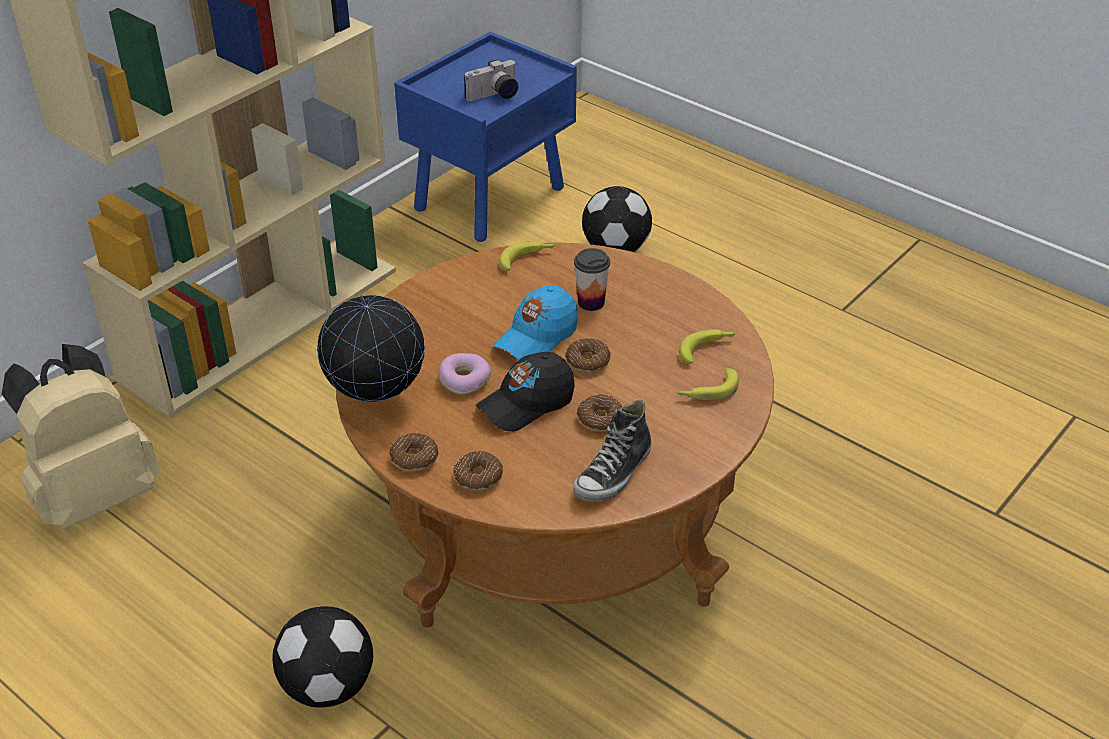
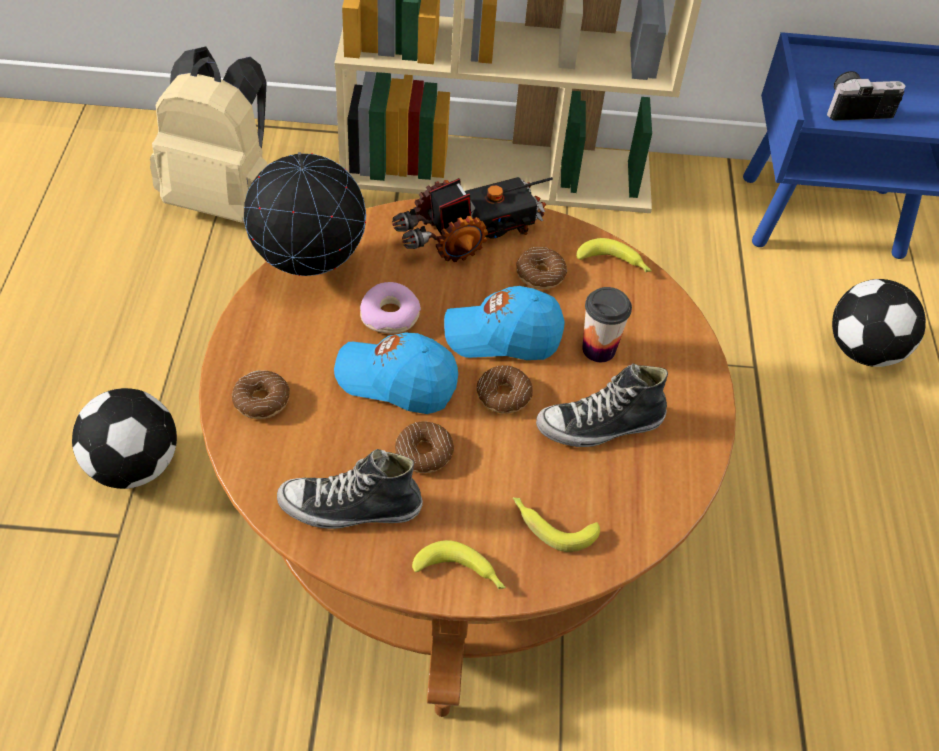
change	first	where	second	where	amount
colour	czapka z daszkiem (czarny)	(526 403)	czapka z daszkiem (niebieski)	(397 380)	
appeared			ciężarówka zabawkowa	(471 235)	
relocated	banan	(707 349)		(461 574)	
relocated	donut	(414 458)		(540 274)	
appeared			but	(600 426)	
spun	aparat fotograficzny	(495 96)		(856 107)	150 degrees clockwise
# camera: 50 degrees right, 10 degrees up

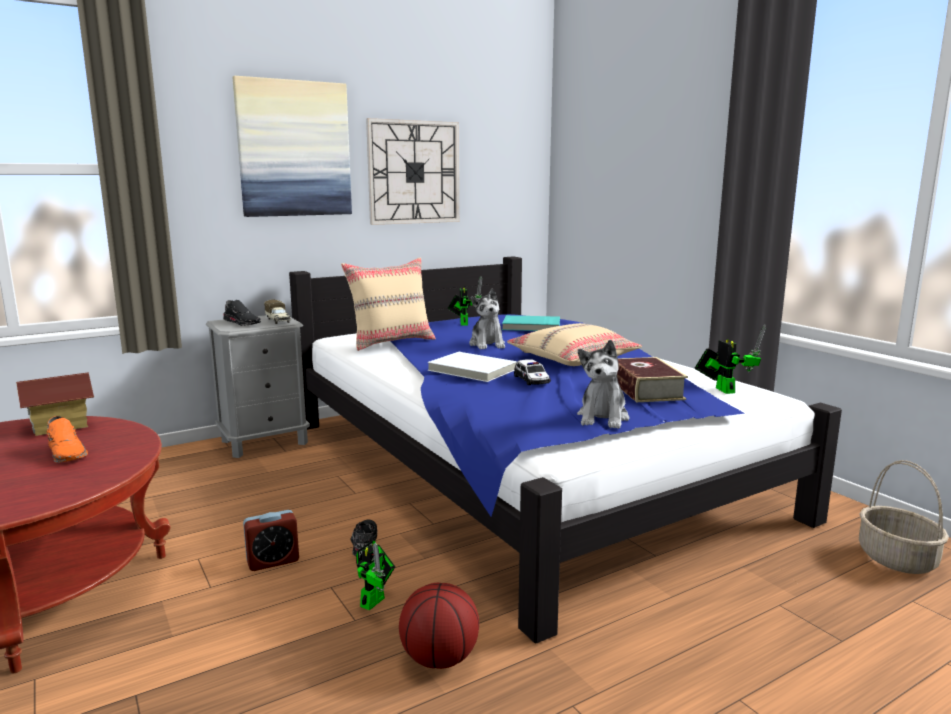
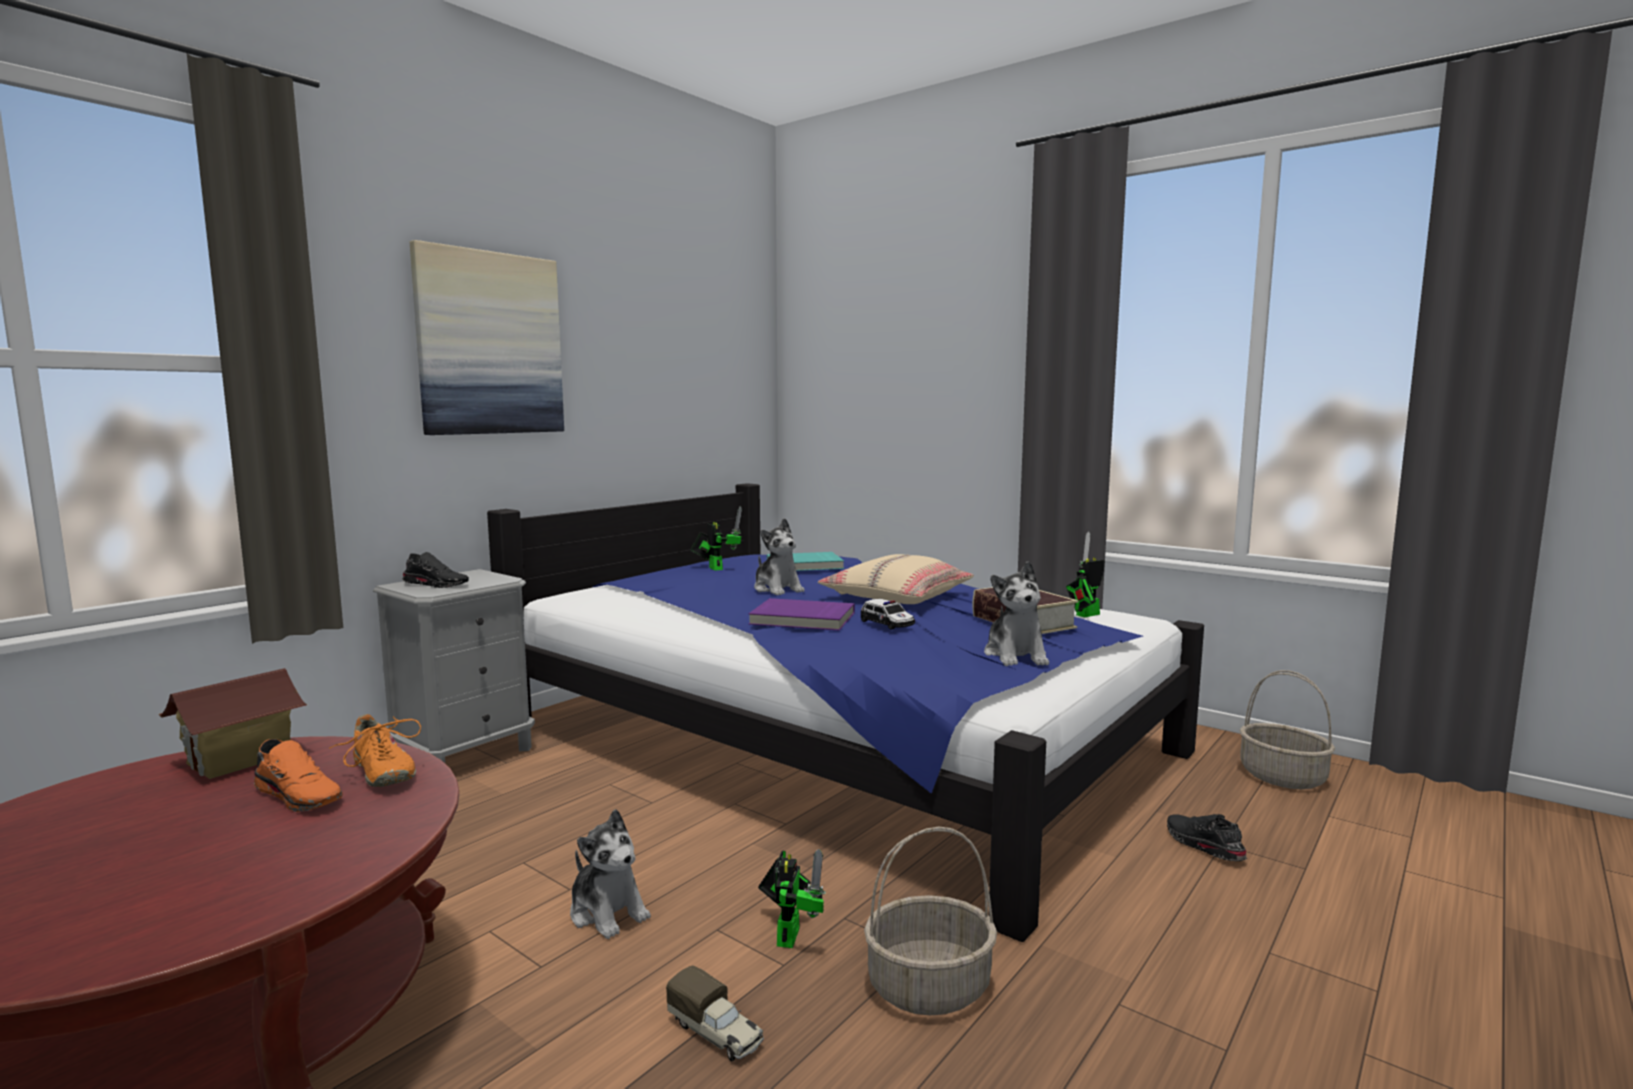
change	first	where	second	where	amount
appeared			but (pomarańczowy)	(381 773)	
exchanged	budzik	(273 561)	pluszak	(608 912)	
relocated	ciężarówka zabawkowa	(278 321)		(716 1034)	
colour	książka (biały)	(471 370)	książka (fioletowy)	(802 619)	
exchanged	piłka do koszykówki	(439 659)	koszyk	(928 988)	
spun	robot zabawkowy	(723 389)		(1085 615)	90 degrees counterclockwise
relocated	but (czarny)	(363 544)		(1202 846)	
missing	poduszka (beżowy)	(391 342)			
missing	zegar ścienny	(414 172)			
# camera: 20 degrees left, 5 degrees down

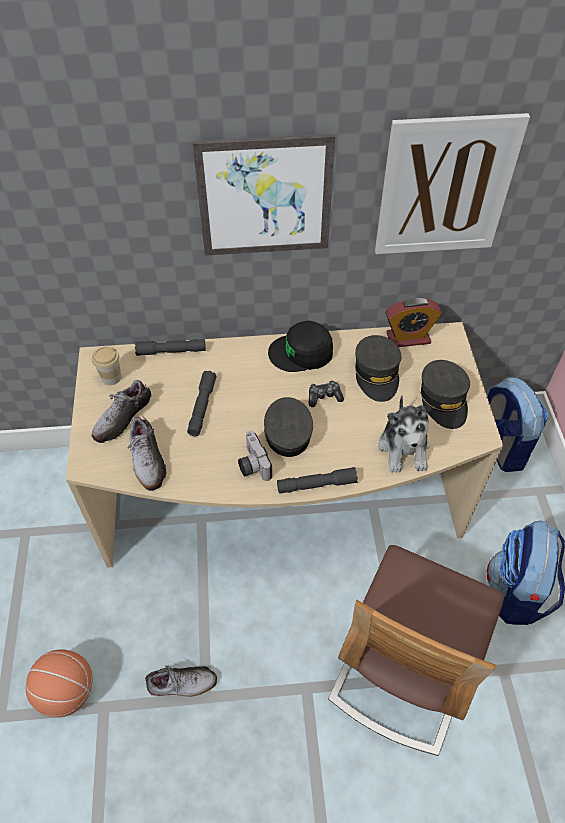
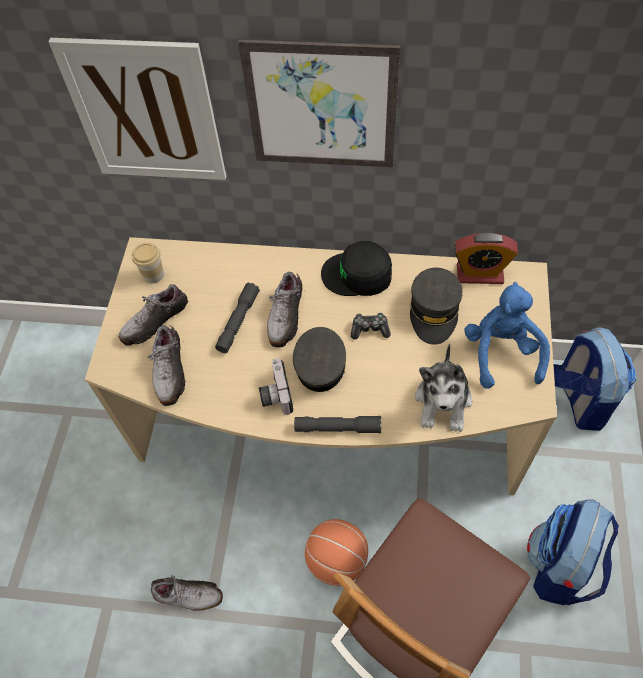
change	first	where	second	where	amount
relocated	obraz	(445 187)		(146 112)	
appeared			but	(285 316)	
relocated	piłka do koszykówki	(66 691)		(336 560)	
exchanged	czapka z daszkiem (szary)	(443 400)	pluszak (niebieski)	(501 352)	
missing	latarka (szary)	(171 351)			
# camera: 15 degrees right, 5 degrees up

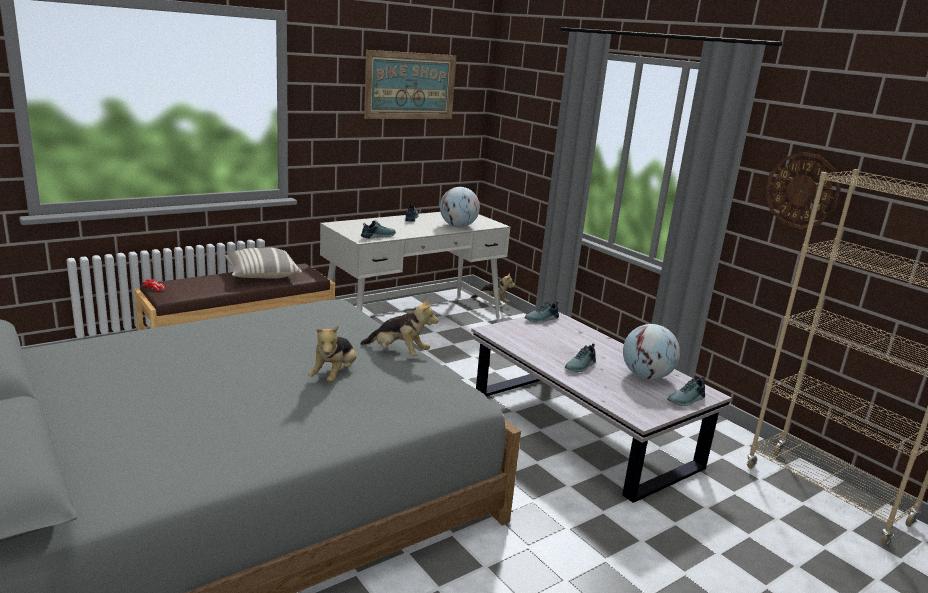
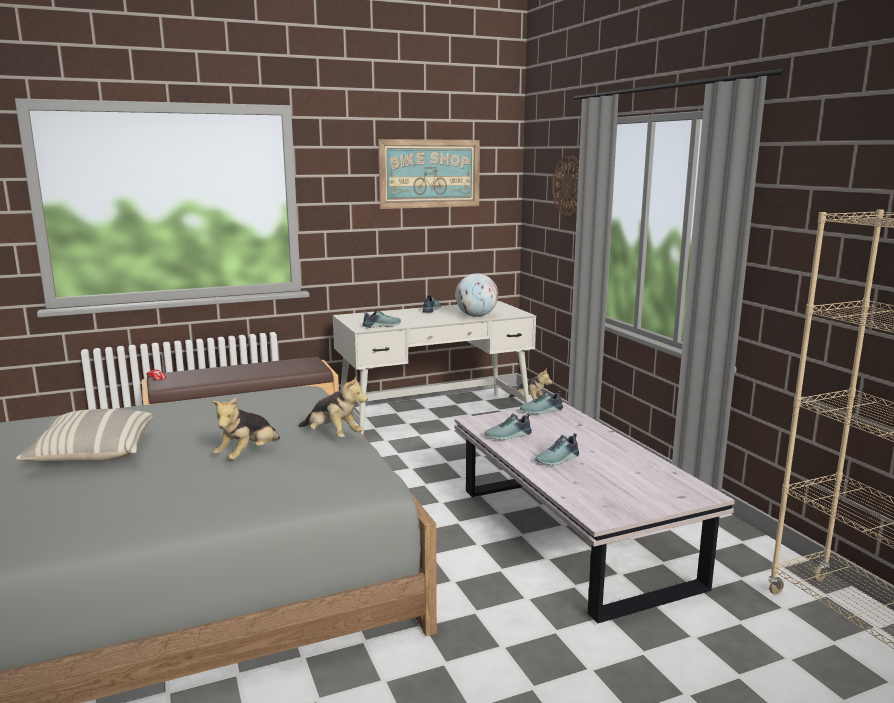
change	first	where	second	where	amount
relocated	poduszka	(261 275)		(93 454)	
relocated	but	(687 400)		(509 436)	
relocated	zegar ścienny	(802 190)		(568 185)	
missing	globus	(646 376)			
# camera: 15 degrees right, 5 degrees down

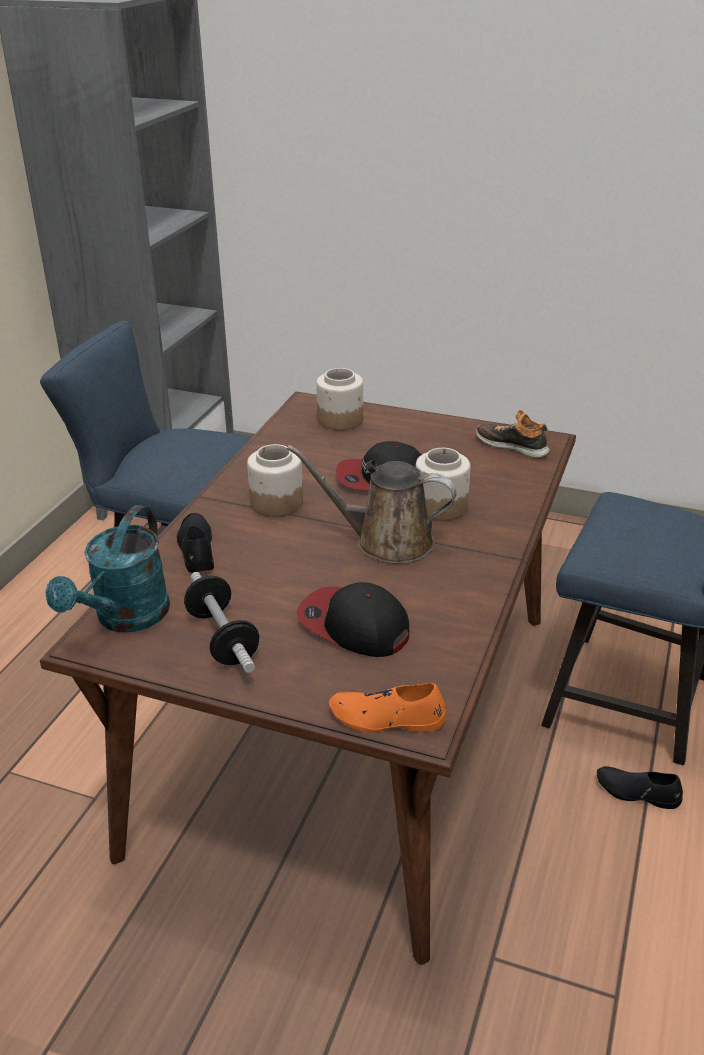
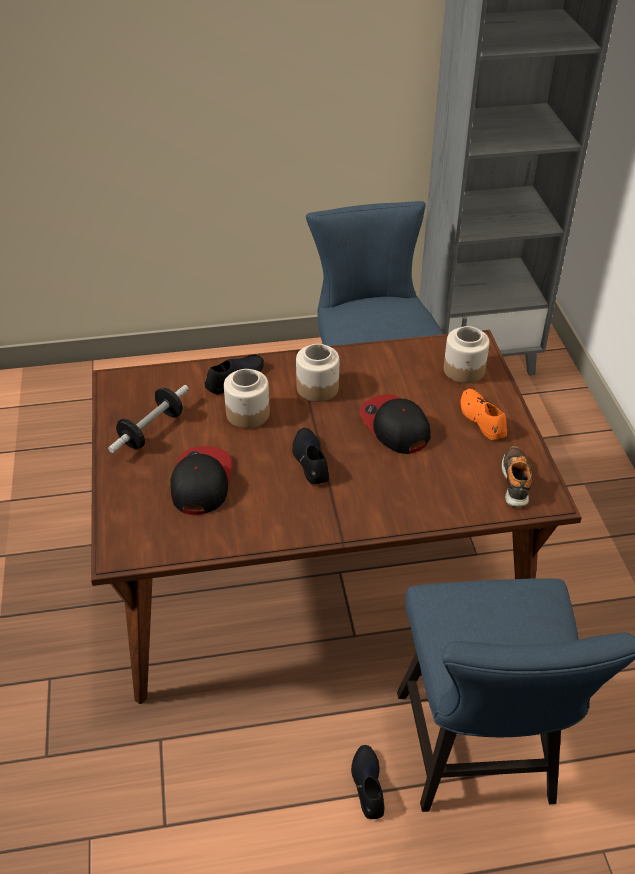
change	first	where	second	where	amount
relocated	słoik	(440 506)		(248 414)	
exchanged	konewka (brązowy)	(386 542)	but (czarny)	(310 460)	
relocated	but (pomarańczowy)	(387 718)		(482 419)	
missing	konewka (turkusowy)	(125 618)			
# camera: 60 degrees right, 10 degrees up

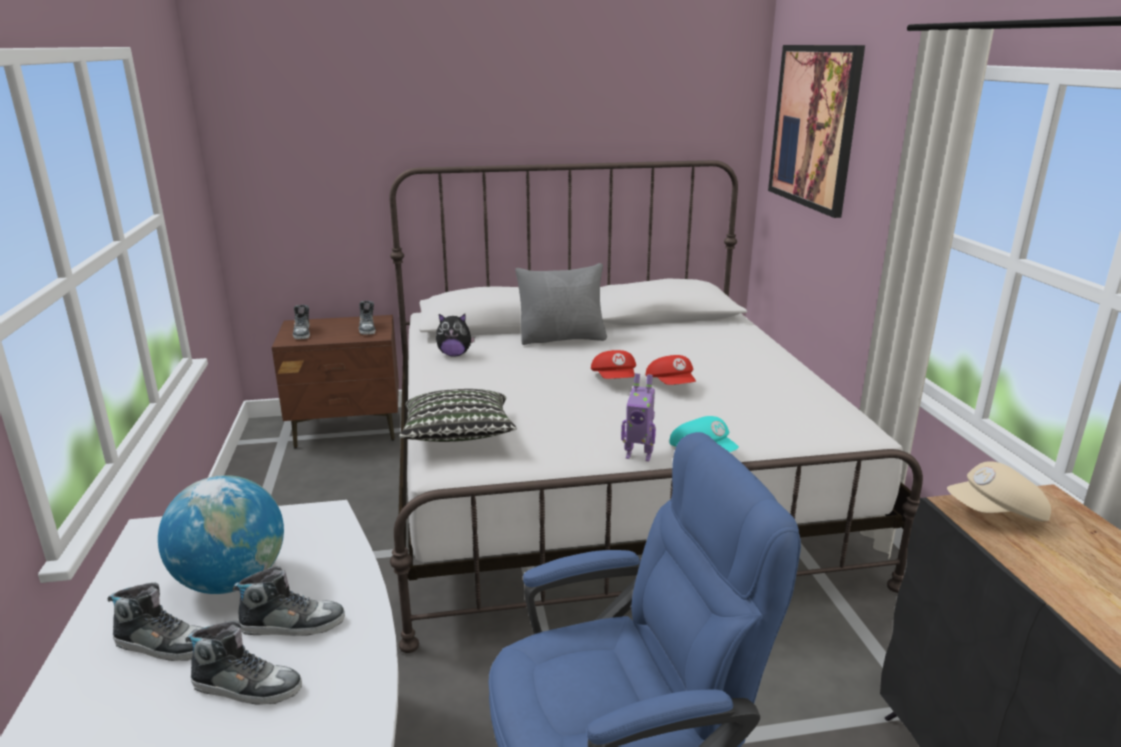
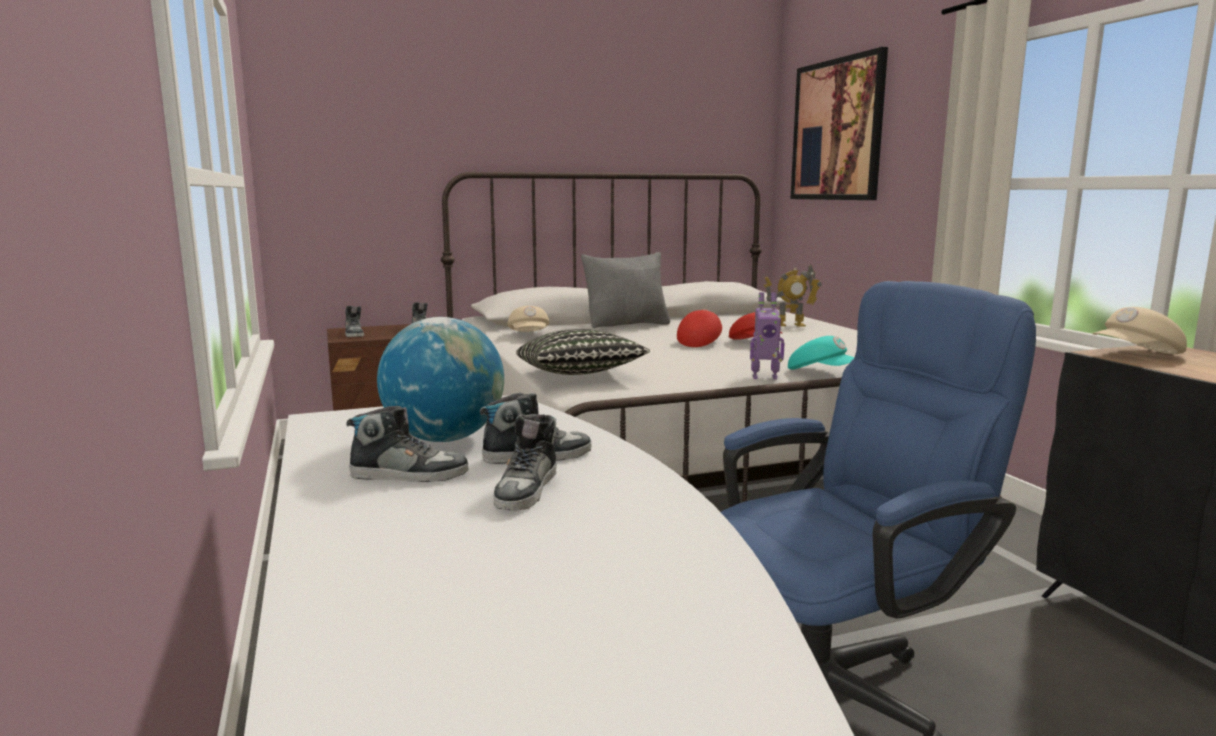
change	first	where	second	where	amount
spun	but	(247 686)		(527 490)	105 degrees clockwise
exchanged	pluszak	(454 354)	czapka z daszkiem (beżowy)	(529 335)	
spun	czapka z daszkiem (czerwony)	(615 380)		(700 342)	135 degrees counterclockwise
appeared			robot zabawkowy	(790 325)	
# camera: 10 degrees left, 10 degrees down

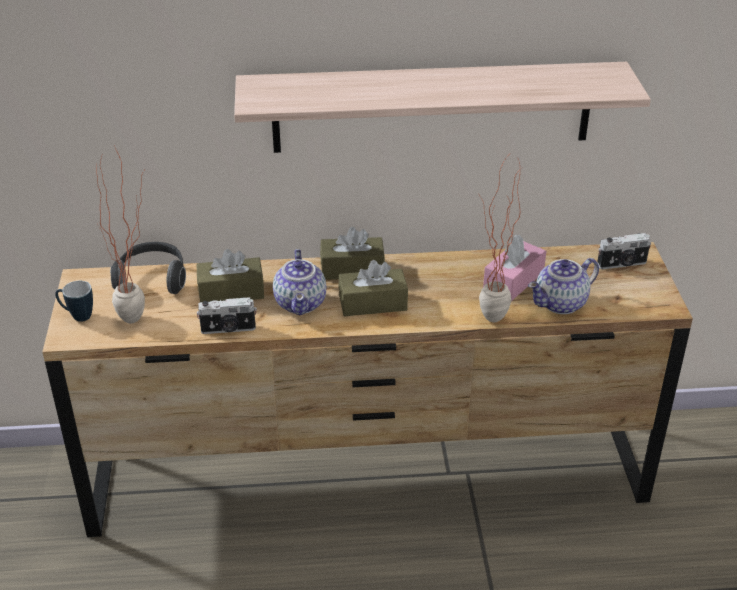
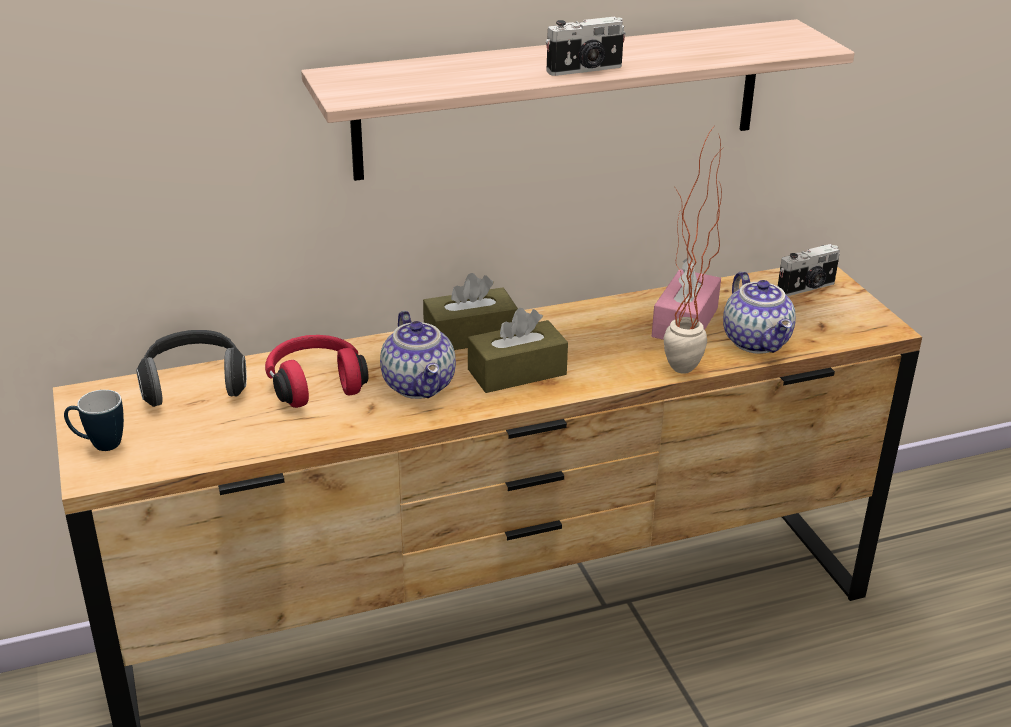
change	first	where	second	where	amount
exchanged	pudełko chusteczek (brązowy)	(231 292)	słuchawki (czerwony)	(315 384)	
relocated	aparat fotograficzny	(228 329)		(585 70)	
spun	imbryk	(561 304)		(758 342)	60 degrees counterclockwise
missing	roślina doniczkowa	(142 319)			
# camera: 15 degrees left, 5 degrees down

